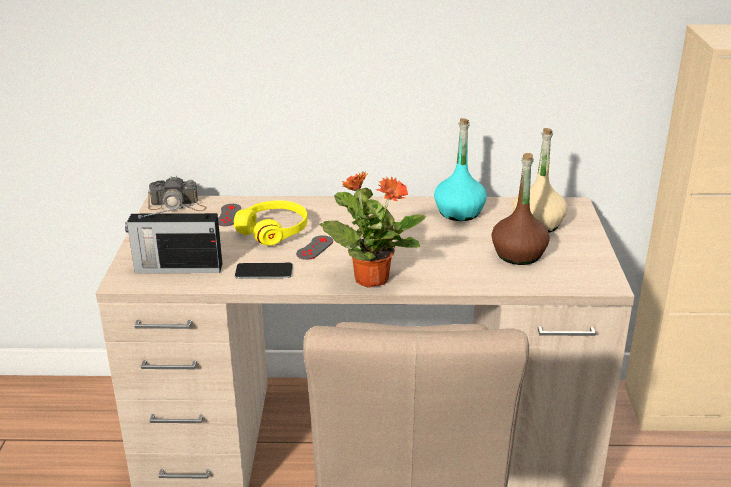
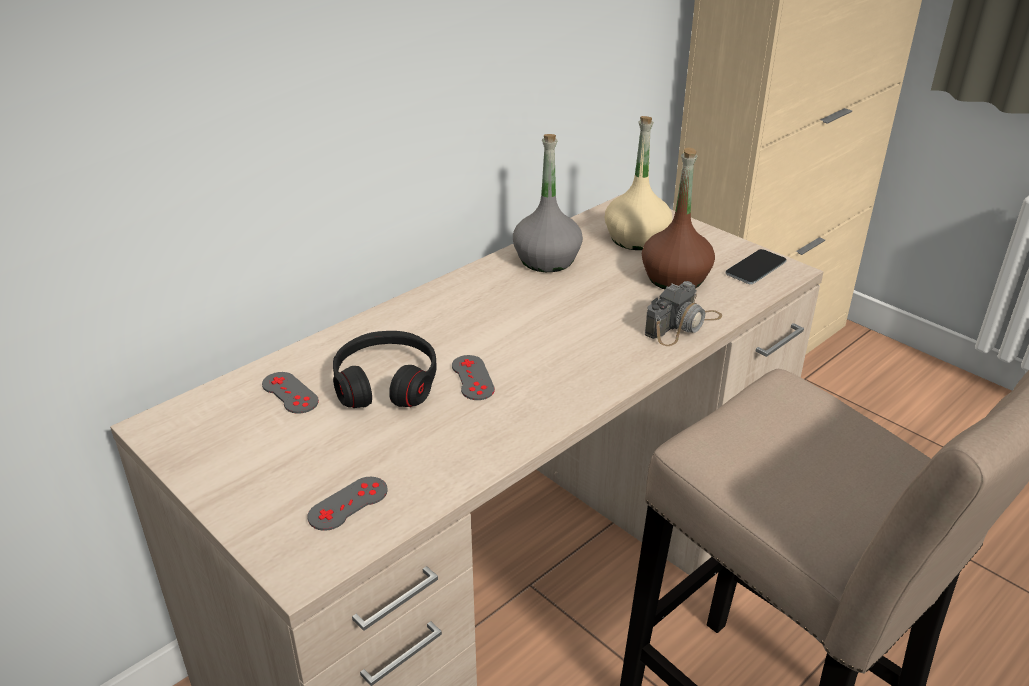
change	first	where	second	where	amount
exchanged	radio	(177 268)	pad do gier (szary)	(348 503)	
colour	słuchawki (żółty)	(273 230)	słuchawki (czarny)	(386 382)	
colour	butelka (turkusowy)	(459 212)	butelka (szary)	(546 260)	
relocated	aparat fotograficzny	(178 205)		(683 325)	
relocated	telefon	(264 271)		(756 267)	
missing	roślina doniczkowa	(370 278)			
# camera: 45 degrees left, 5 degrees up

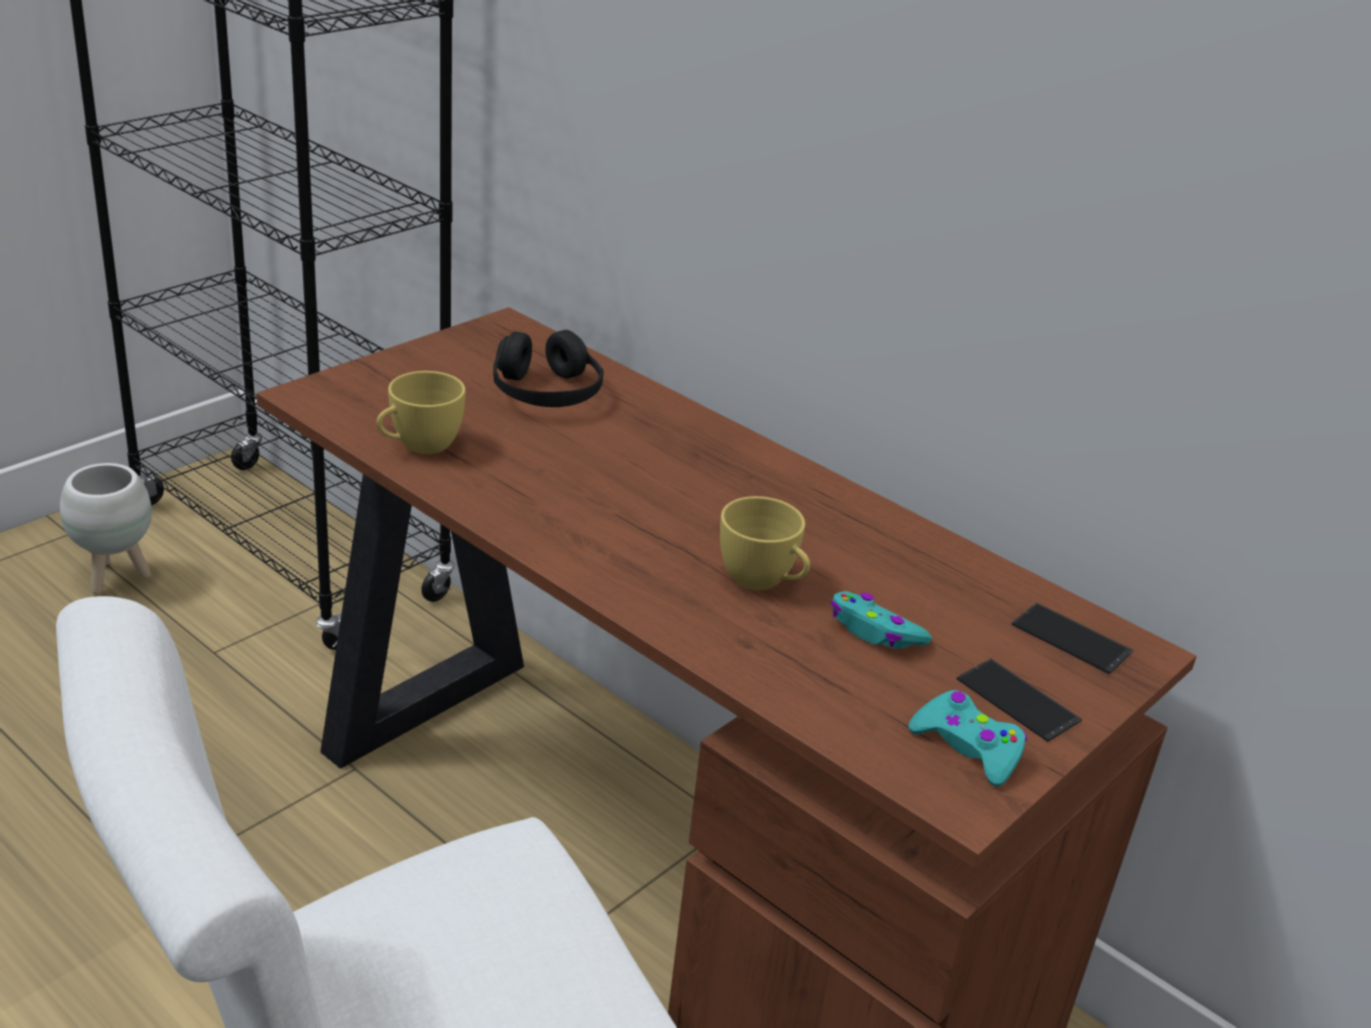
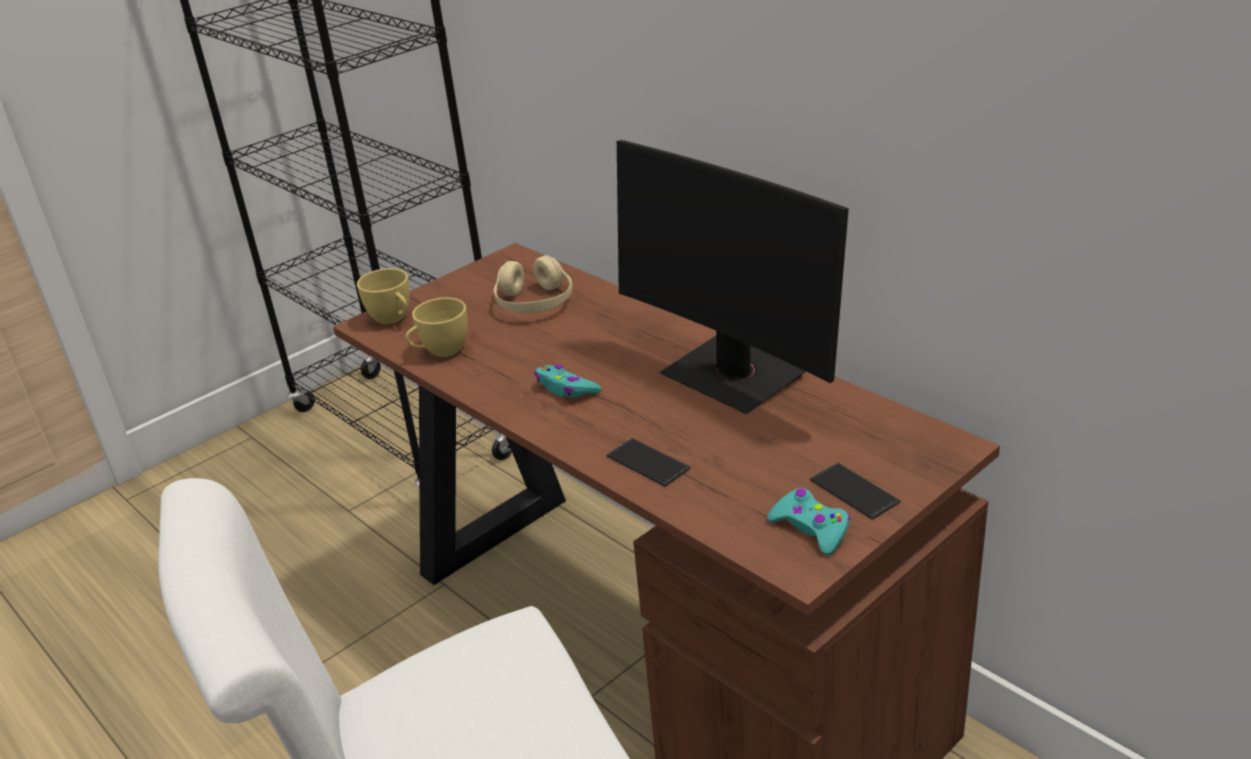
change	first	where	second	where	amount
relocated	filiżanka (żółty)	(763 582)		(394 319)	
colour	słuchawki (czarny)	(546 393)	słuchawki (beżowy)	(535 302)	
relocated	pad do gier (turkusowy)	(874 631)		(566 389)	
relocated	telefon	(1071 639)		(648 462)	
appeared			monitor	(733 376)	
missing	donica (biały)	(116 578)			
# camera: 10 degrees right, 0 degrees up

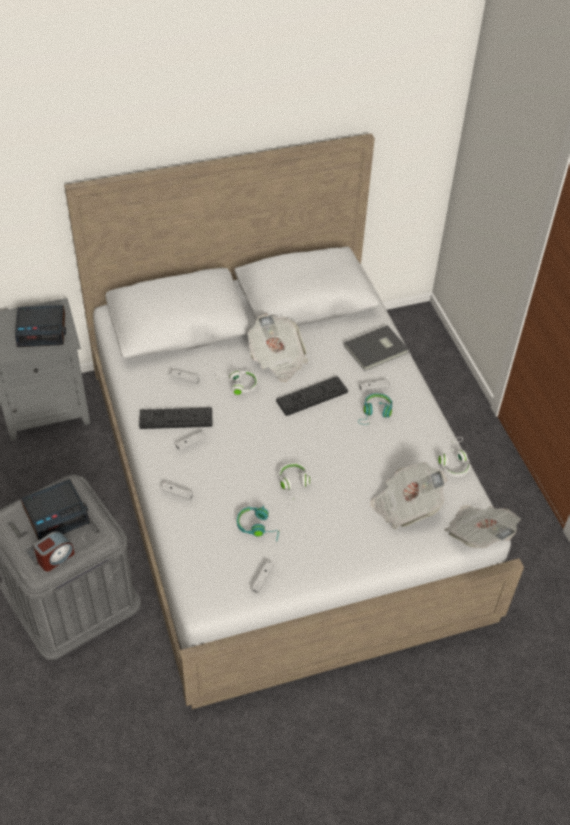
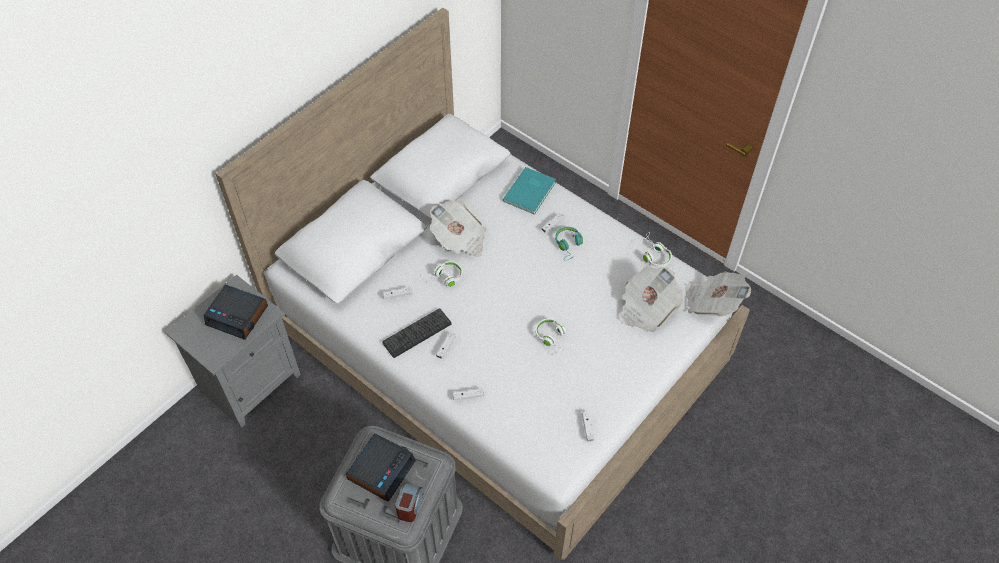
change	first	where	second	where	amount
spun	budzik	(42 330)		(238 315)	60 degrees clockwise
colour	książka (szary)	(377 350)	książka (turkusowy)	(531 192)	
missing	słuchawki (turkusowy)	(258 527)			
missing	klawiatura	(312 396)			
# camera: 30 degrees left, 5 degrees up

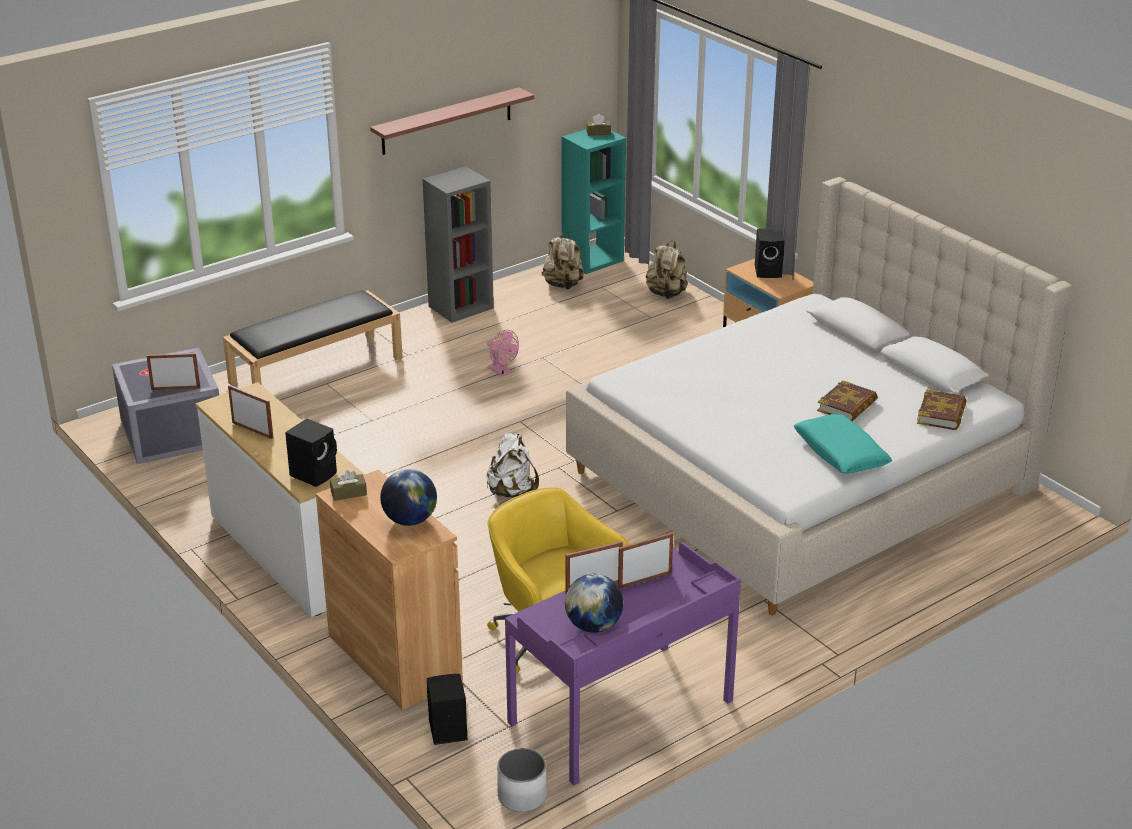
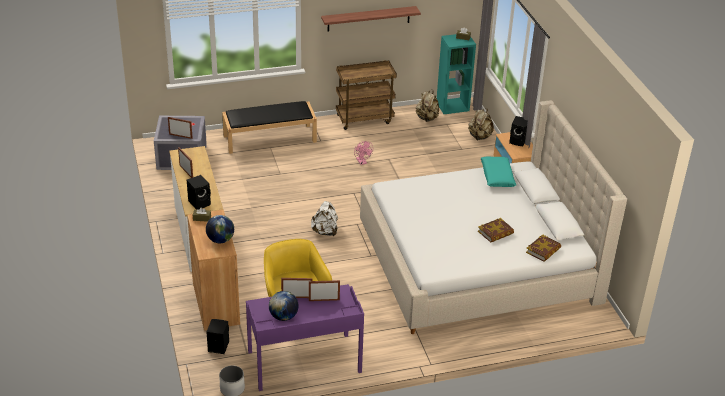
change	first	where	second	where	amount
exchanged	regał (szary)	(461 307)	wózek (brązowy)	(364 119)	
relocated	poduszka (turkusowy)	(840 453)		(497 176)	
# camera: 20 degrees right, 5 degrees up

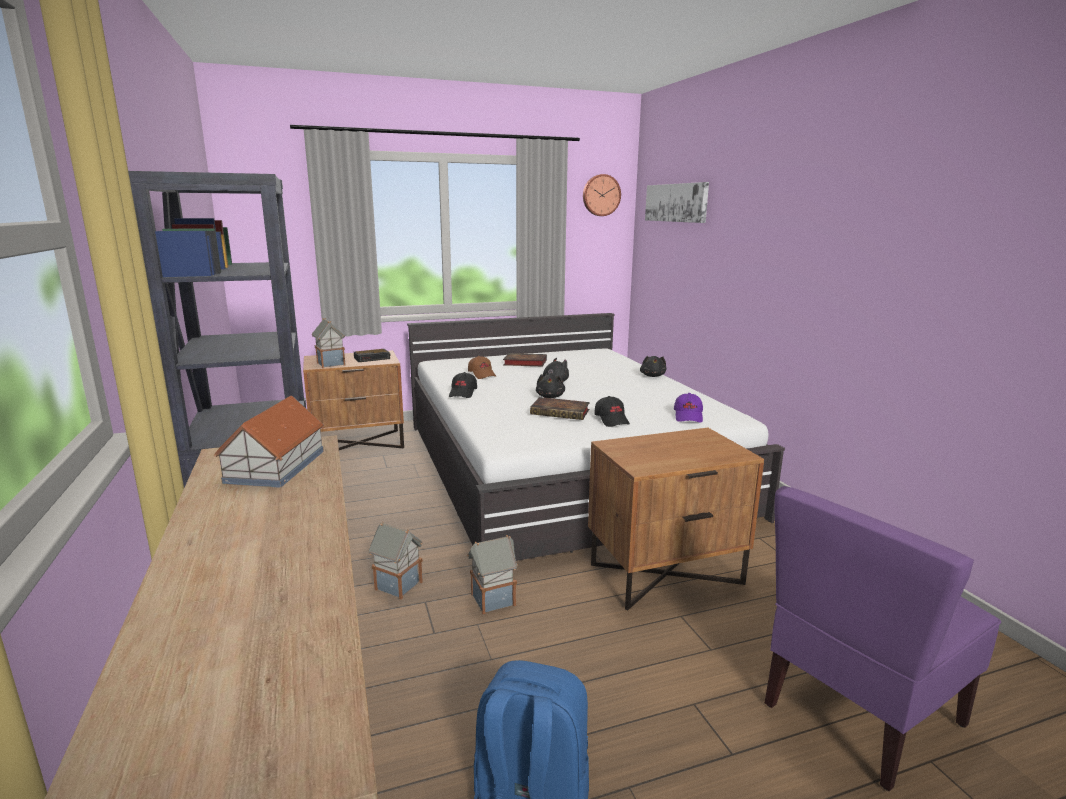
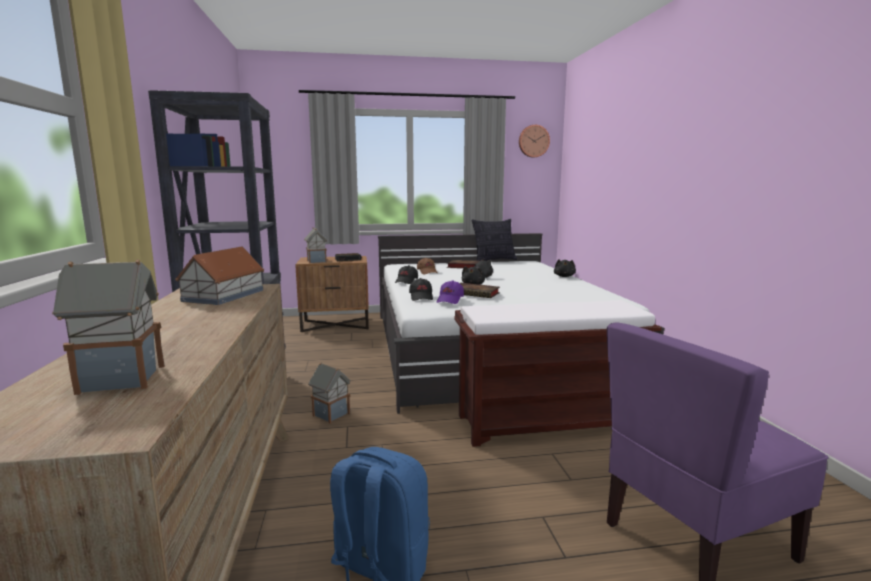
change	first	where	second	where	amount
relocated	domek	(492 600)		(119 379)	
relocated	czapka z daszkiem (czarny)	(612 420)		(421 297)	
relocated	czapka z daszkiem (fioletowy)	(688 416)		(450 300)	
exchanged	szafka nocna (brązowy)	(665 573)	ławka (brązowy)	(548 422)	
appeared			poduszka	(494 260)	
missing	obraz	(676 202)			
# camera: 10 degrees right, 5 degrees down

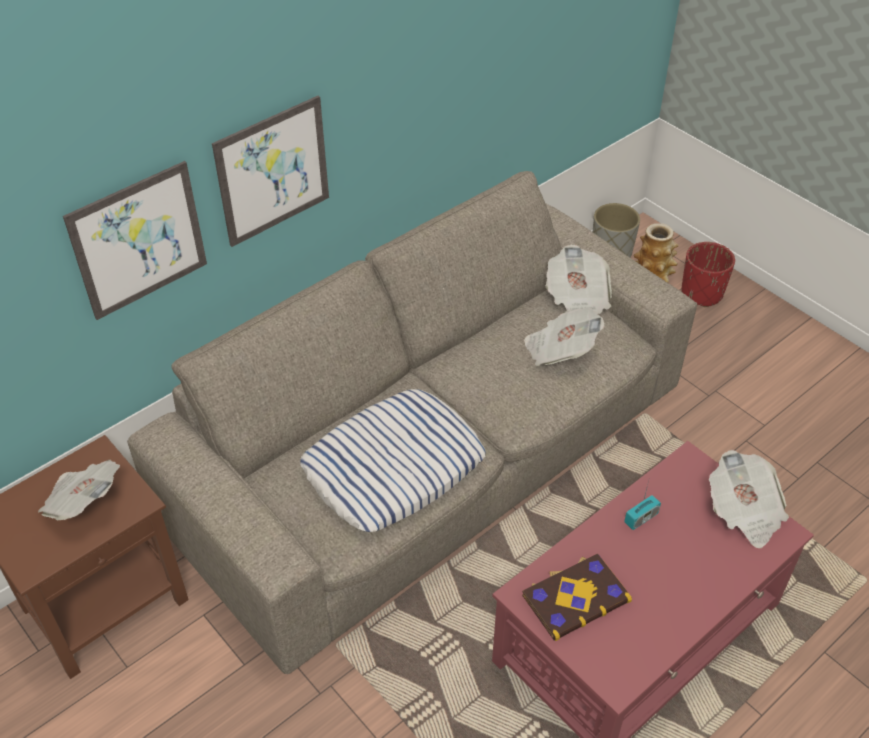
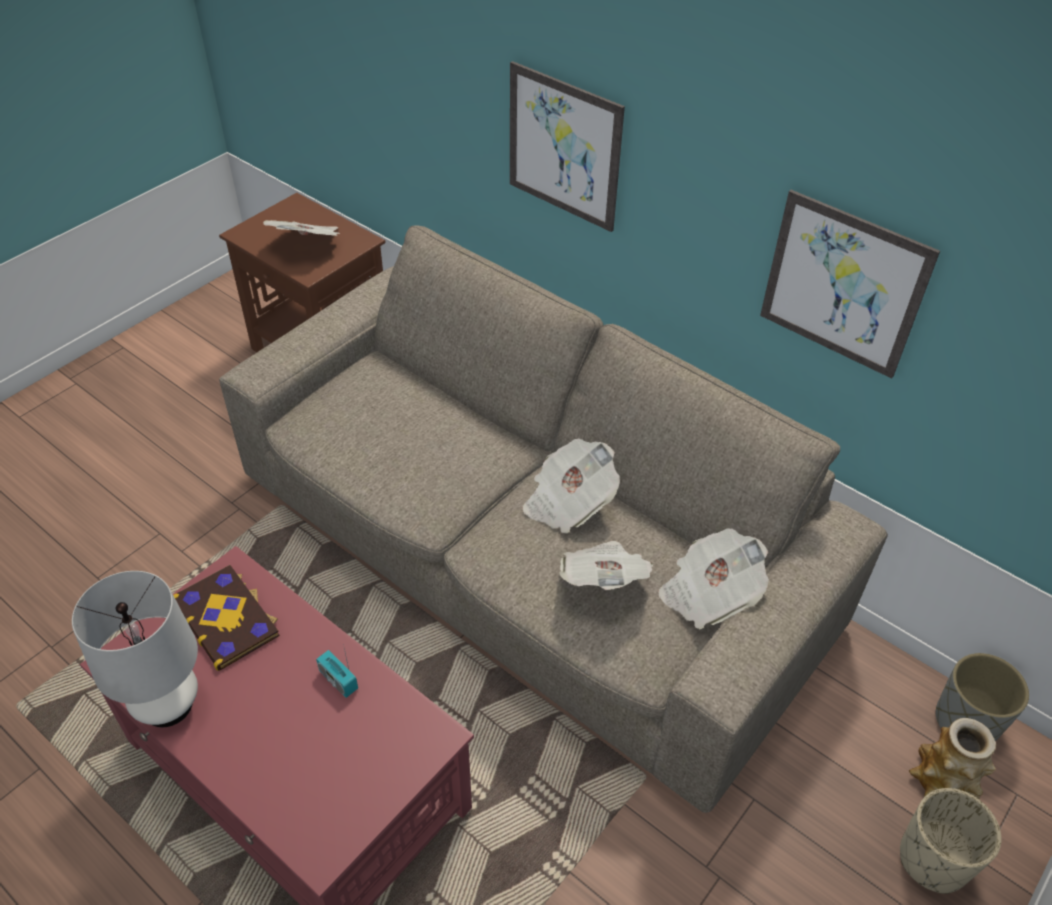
change	first	where	second	where	amount
appeared			lampa stołowa (biały)	(167 705)	
relocated	gazeta	(744 512)		(568 502)	
relocated	obraz	(139 240)		(843 285)	
colour	donica (czerwony)	(702 293)	donica (beżowy)	(933 860)	
missing	poduszka	(393 466)			
# camera: 80 degrees right, 0 degrees up

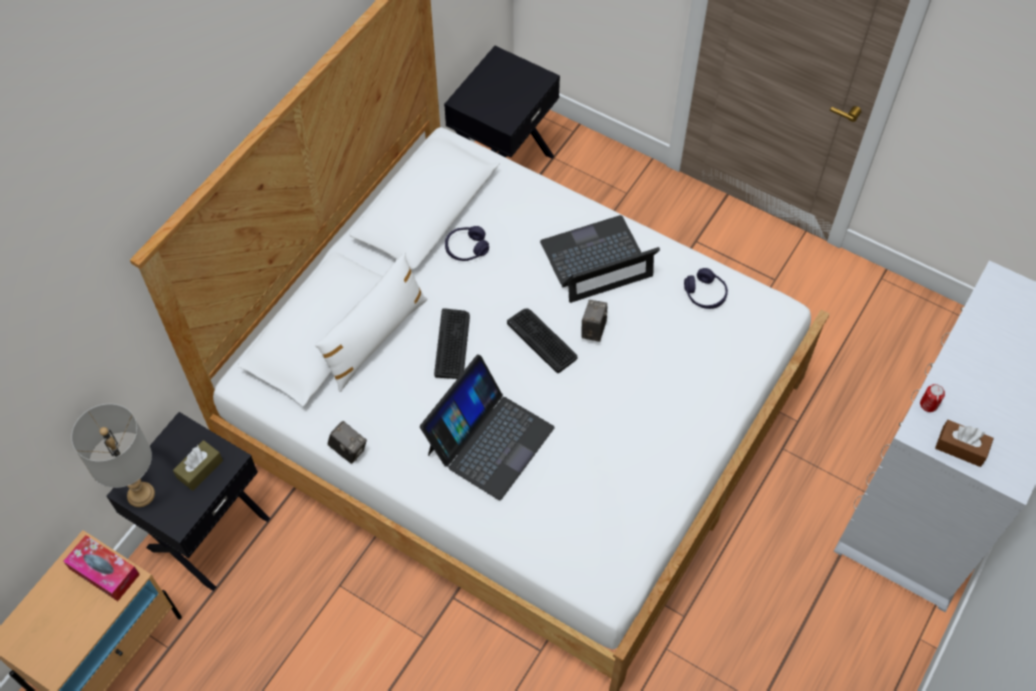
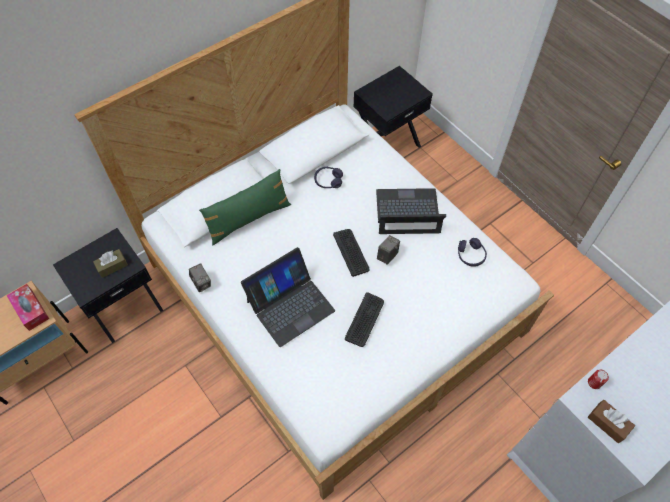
change	first	where	second	where	amount
colour	poduszka (biały)	(375 338)	poduszka (zielony)	(248 219)	
relocated	klawiatura	(452 344)		(364 320)	
missing	lampa stołowa (szary)	(141 494)			
# camera: 20 degrees right, 0 degrees up

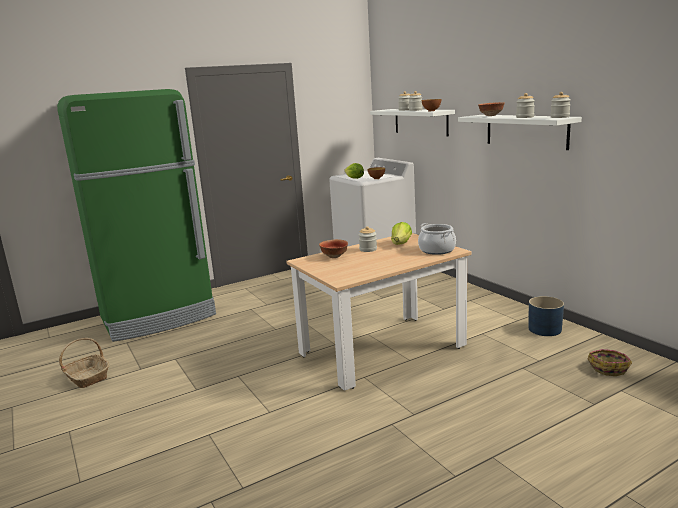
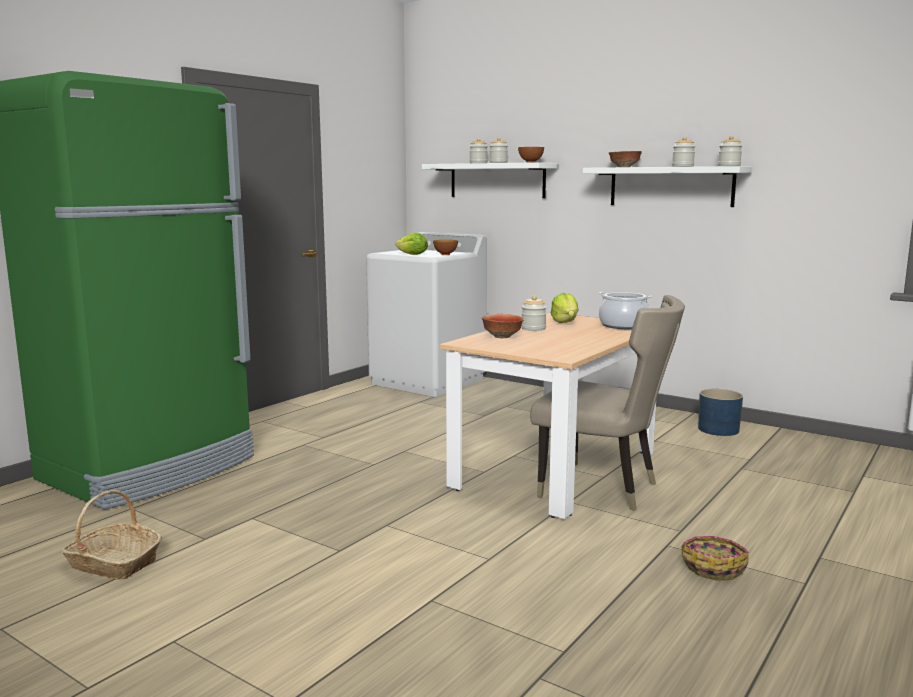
change	first	where	second	where	amount
appeared			krzesło (beżowy)	(603 489)	
relocated	koszyk	(608 368)		(713 567)	
# camera: 25 degrees left, 5 degrees down

